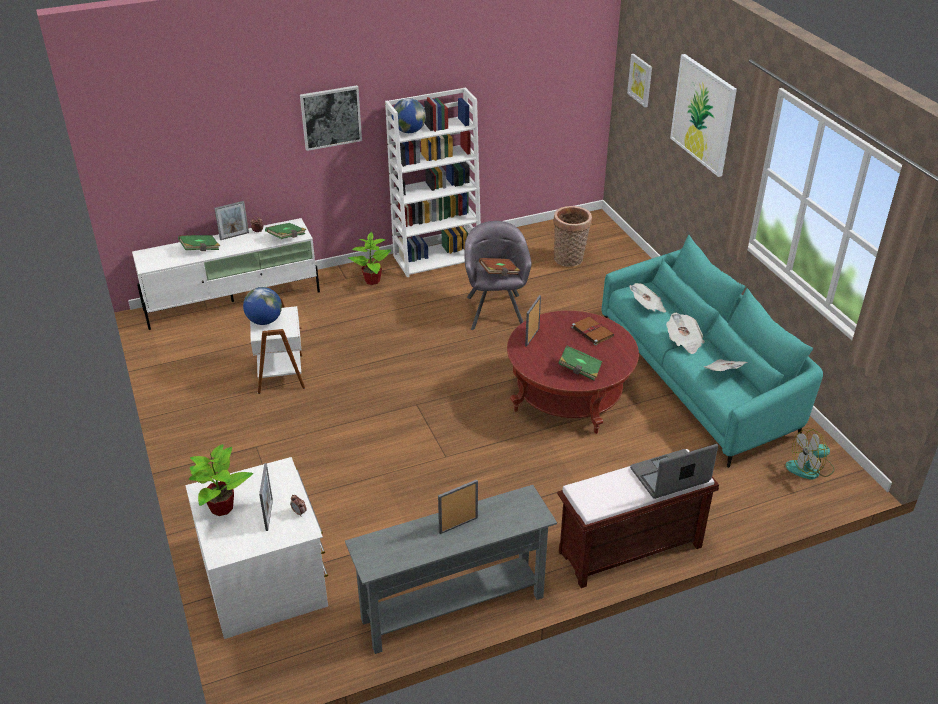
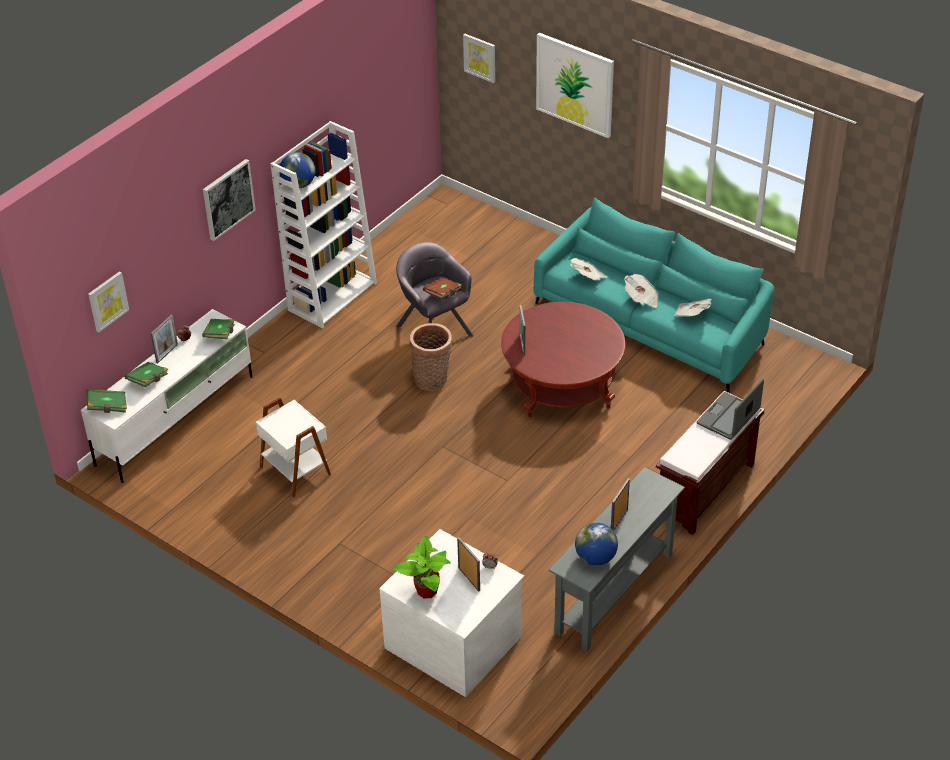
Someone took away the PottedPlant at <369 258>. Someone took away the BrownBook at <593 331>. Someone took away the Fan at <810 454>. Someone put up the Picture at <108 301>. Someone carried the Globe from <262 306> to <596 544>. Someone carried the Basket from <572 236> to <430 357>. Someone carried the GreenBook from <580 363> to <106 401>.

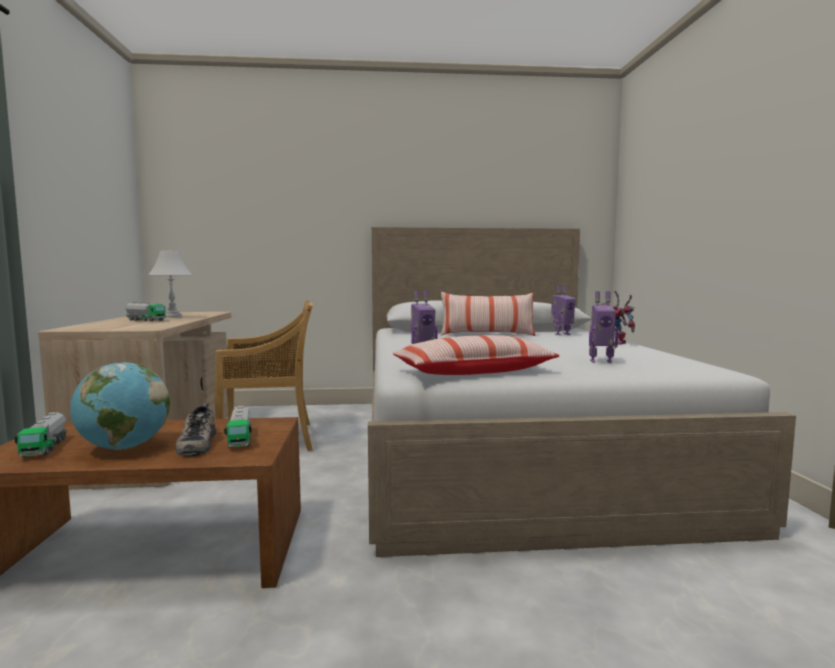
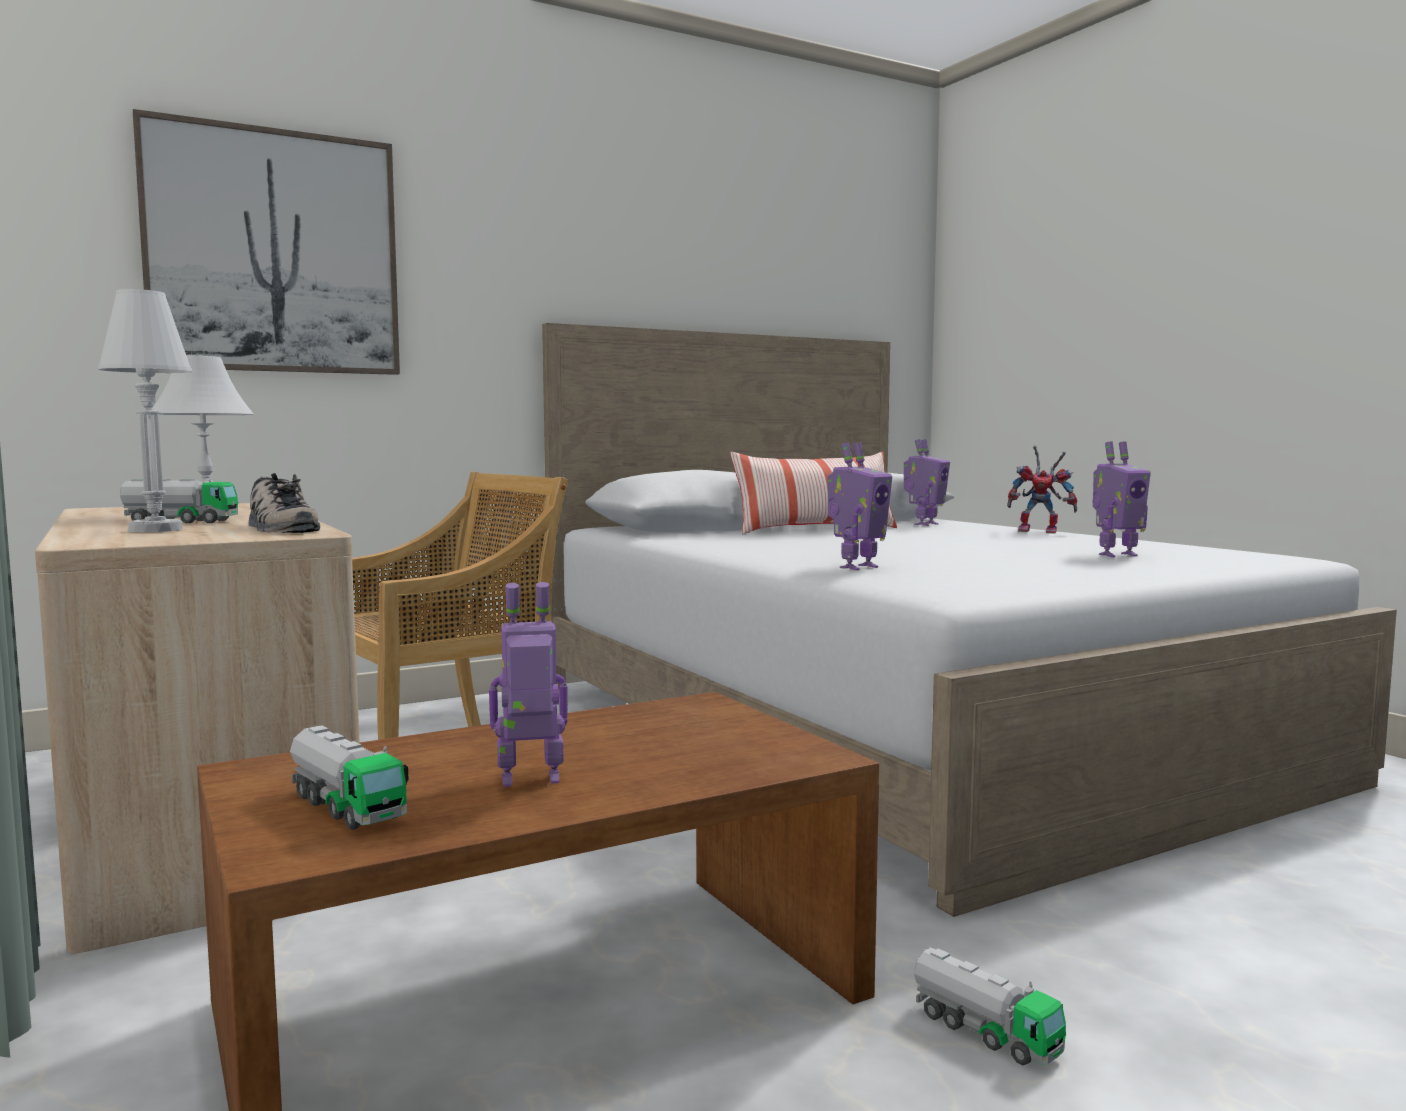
Someone took away the Pillow at <476 355>. Someone put down the WhiteTableLamp at <145 410>. Someone put up the Picture at <266 242>. Someone carried the Shoe from <195 429> to <284 503>. Someone carried the ToyTruck from <238 427> to <990 1006>. Someone swapped the Globe at <120 406> for the ToyRobot at <528 684>.

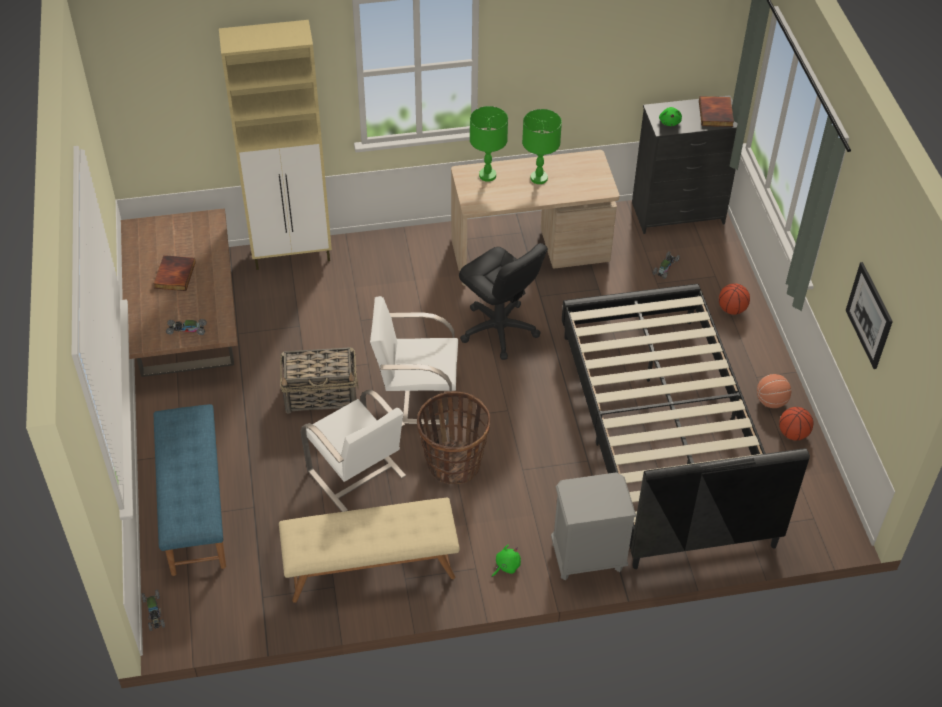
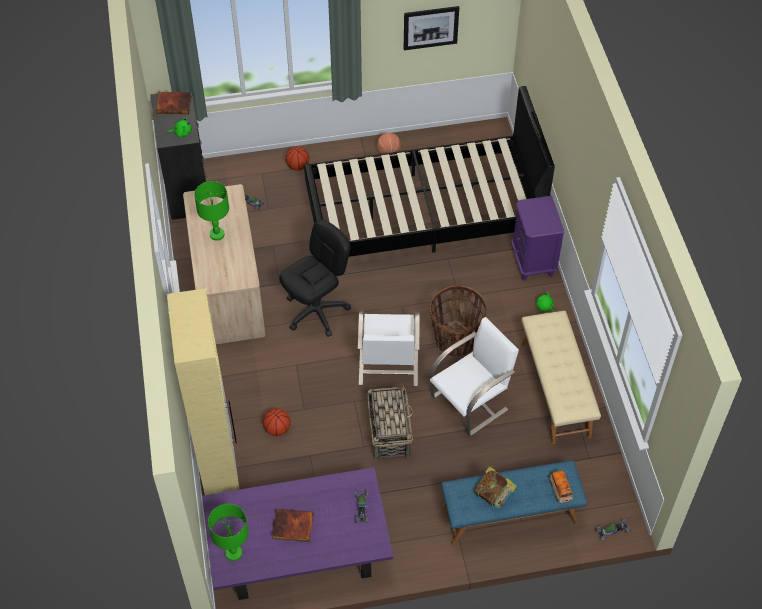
Someone put down the Book at <495 487>. Someone put down the ToyCar at <561 487>. Someone carried the GreenTableLamp from <489 144> to <228 532>. Someone carried the Basketball from <796 424> to <277 422>. Someone repainted the BrownCoffeeTable at <179 292>, which became the PurpleCoffeeTable at <297 533>. Someone repainted the GreyNightstand at <594 526>, which became the PurpleNightstand at <537 238>.

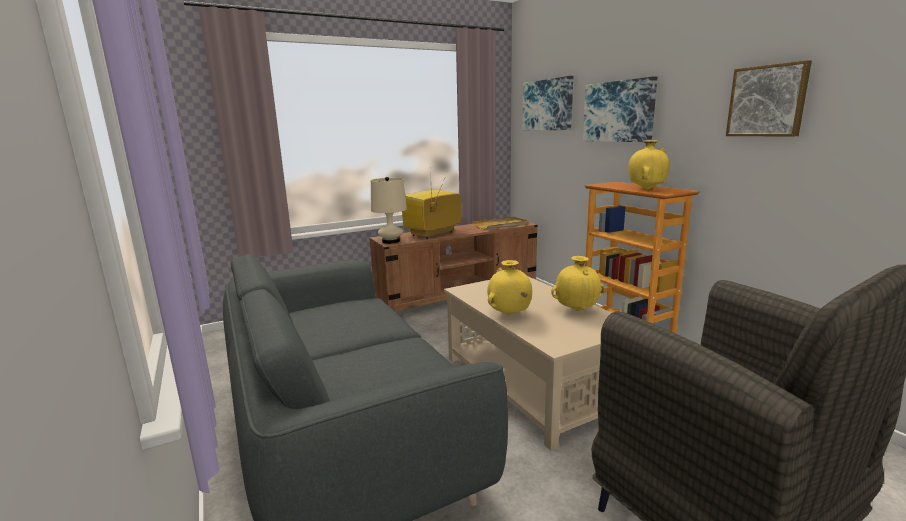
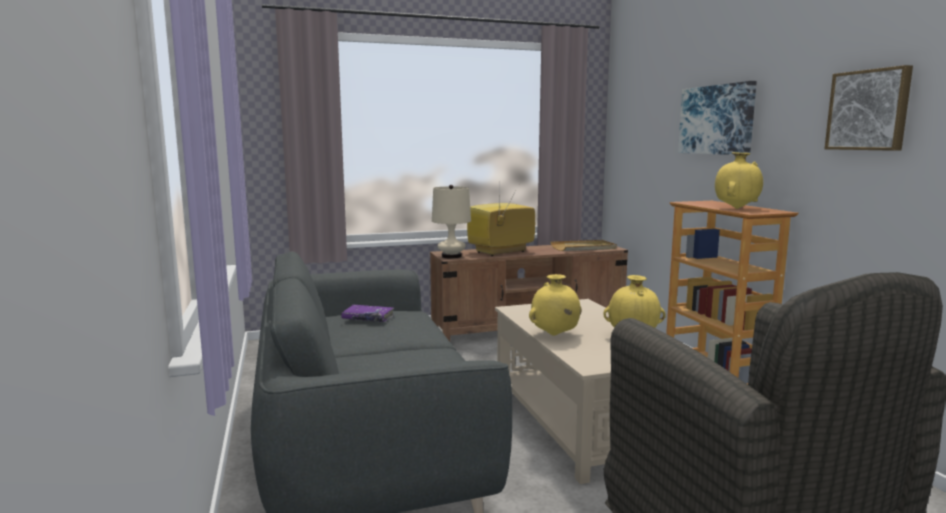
Someone took away the Picture at <547 103>. Someone put down the PurpleBook at <367 313>.

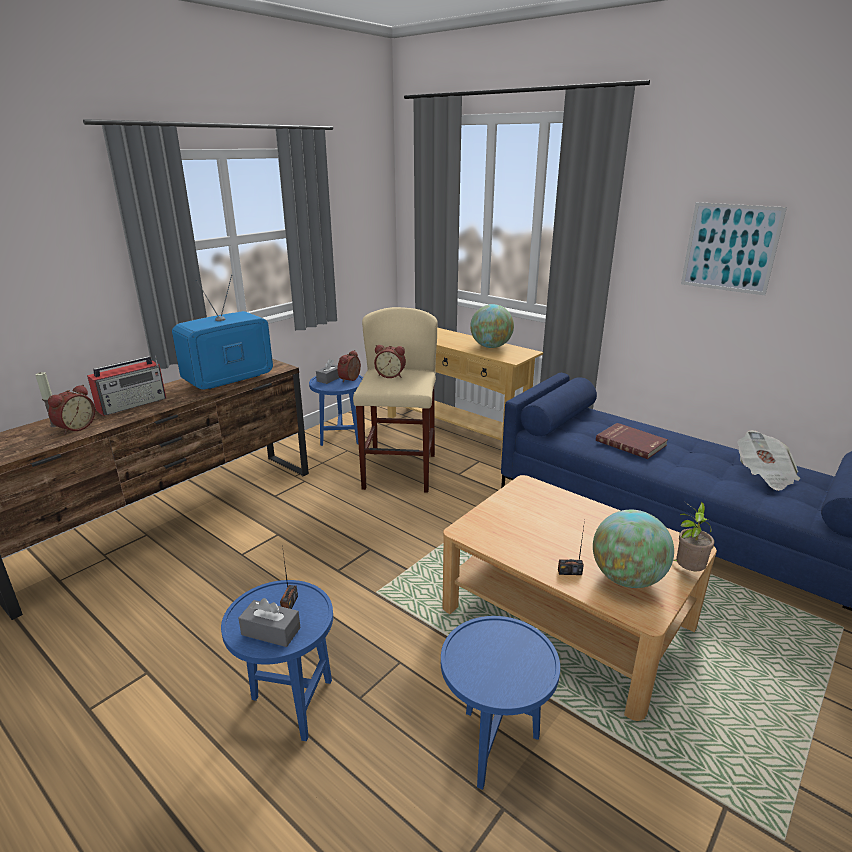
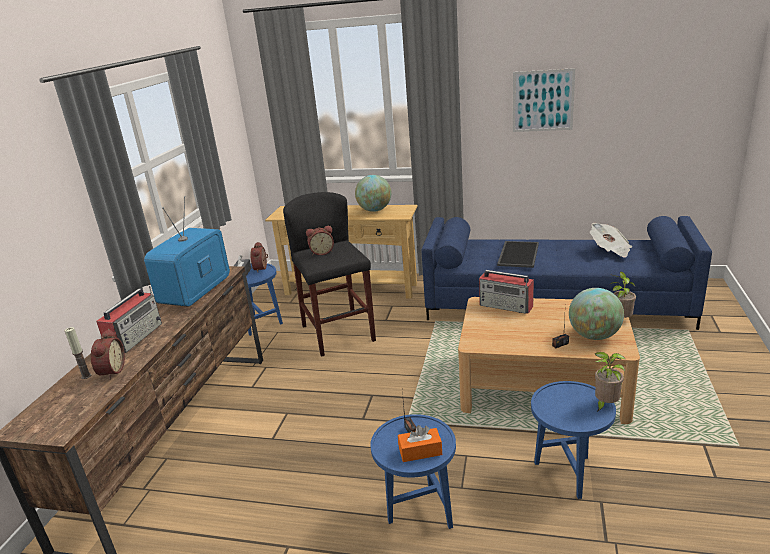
Someone put down the Radio at <506 292>. Someone put down the PottedPlant at <610 382>. Someone swapped the RedBook at <632 441> for the Tray at <518 254>. Someone repainted the GreyTissueBox at <269 622>, which became the OrangeTissueBox at <420 443>. Someone repainted the BeigeStool at <395 400>, which became the BlackStool at <329 274>.

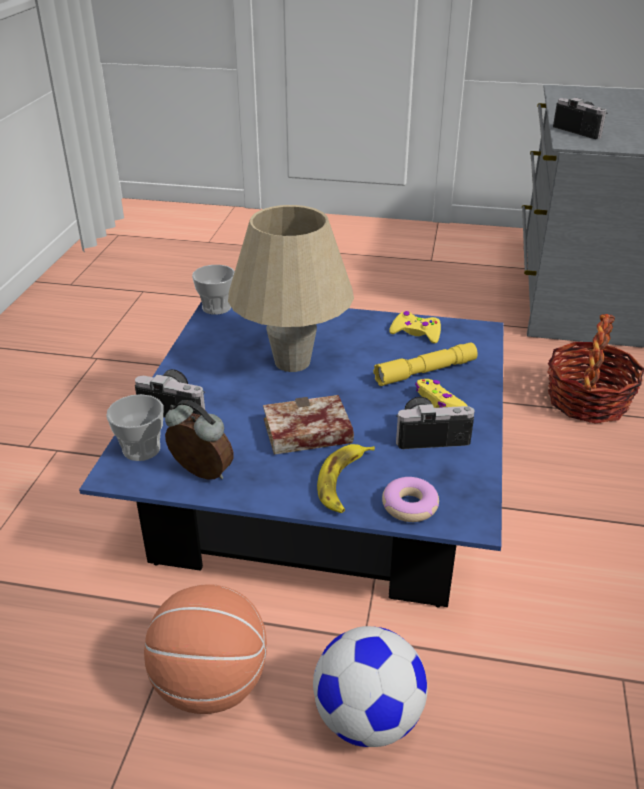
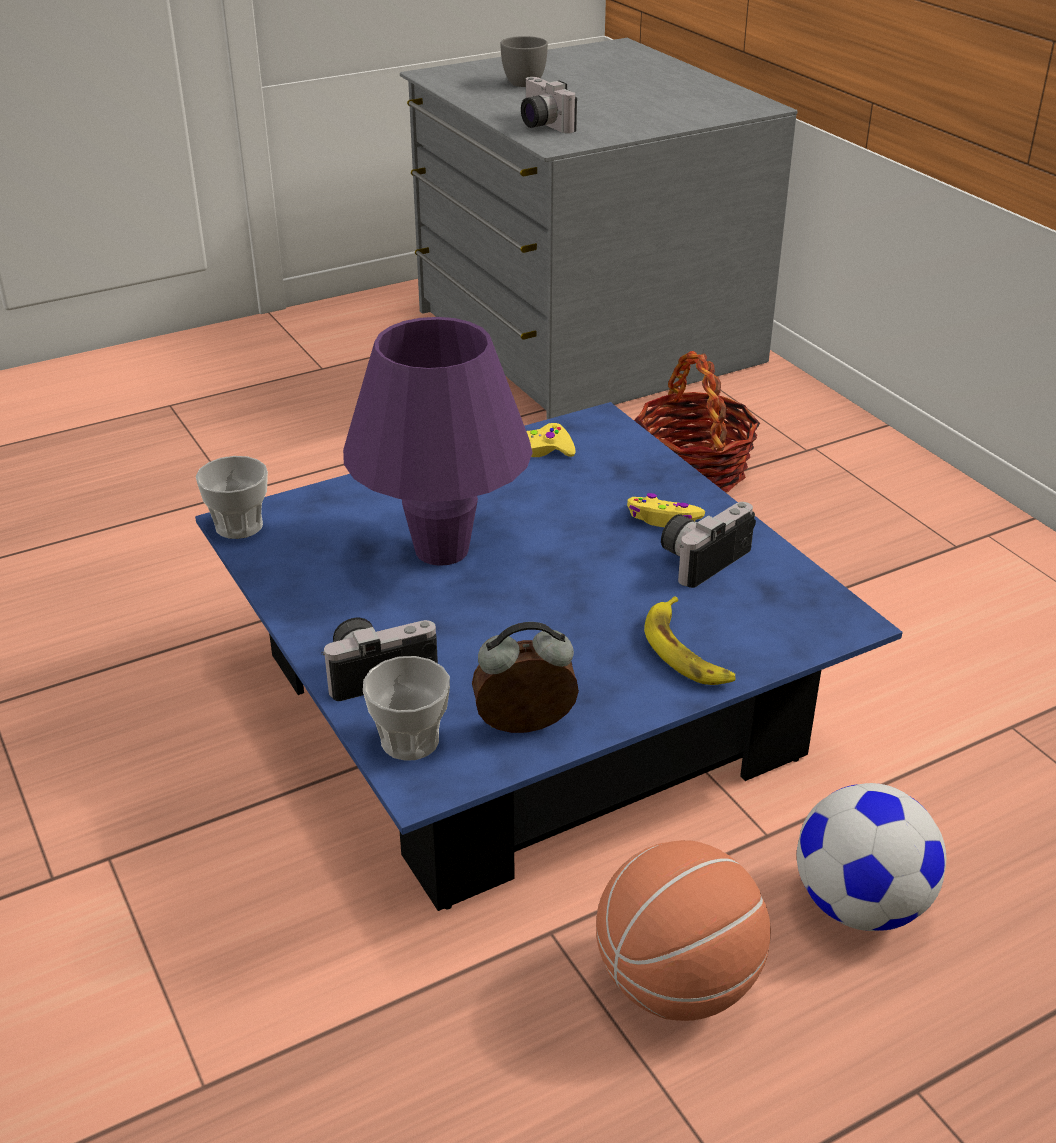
Someone took away the Book at <308 425>. Someone took away the YellowFlashlight at <425 364>. Someone took away the Donut at <410 499>. Someone put down the GreyCup at <524 61>. Someone repainted the BeigeTableLamp at <291 288>, which became the PurpleTableLamp at <438 441>. Someone rotated the PhotoCamera at <580 118> by 135 degrees counterclockwise.

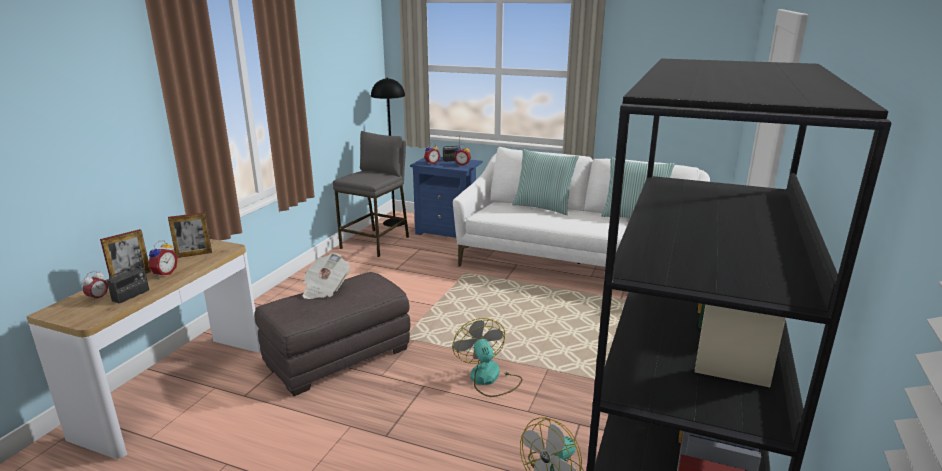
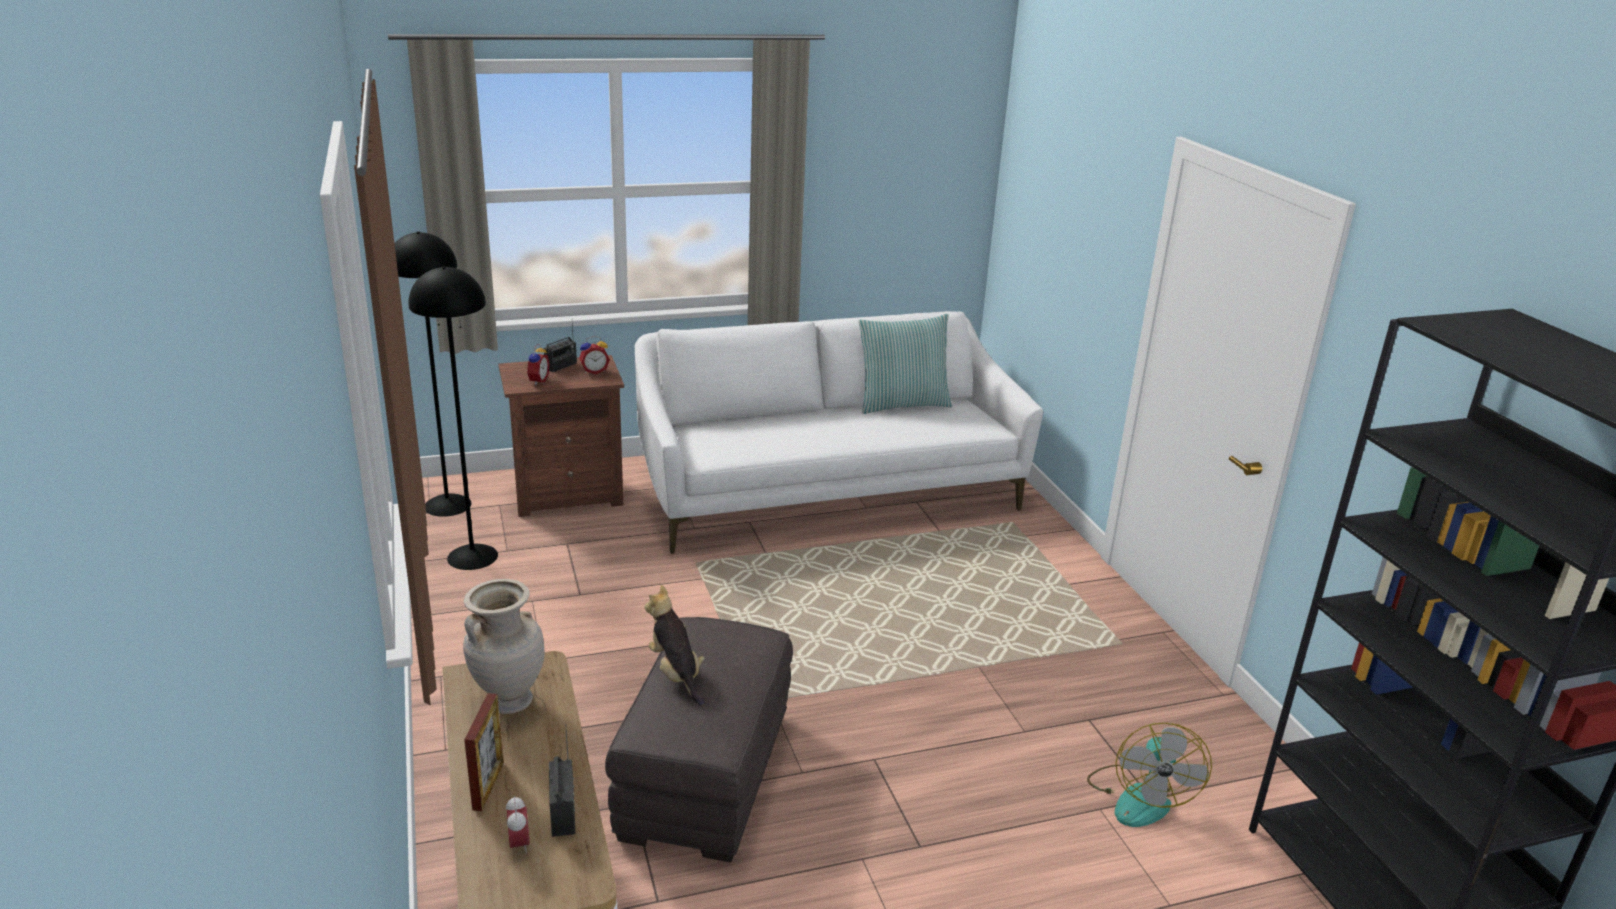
Someone took away the AlarmClock at <163 259>. Someone took away the Fan at <487 357>. Someone took away the Pillow at <545 182>. Someone swapped the PictureFrame at <190 235> for the BeigeVase at <503 646>. Someone swapped the Newspaper at <326 276> for the PlushToy at <674 645>. Someone swapped the GreyStool at <371 194> for the BlackFloorLamp at <453 418>. Someone repainted the BlueNightstand at <446 197>, which became the BrownNightstand at <561 436>.

